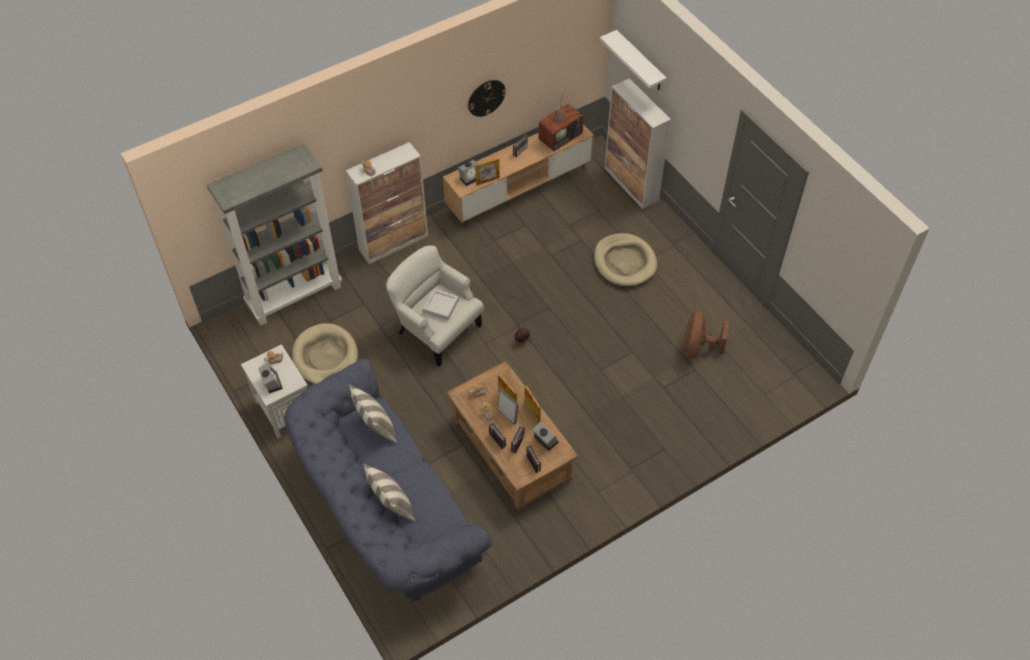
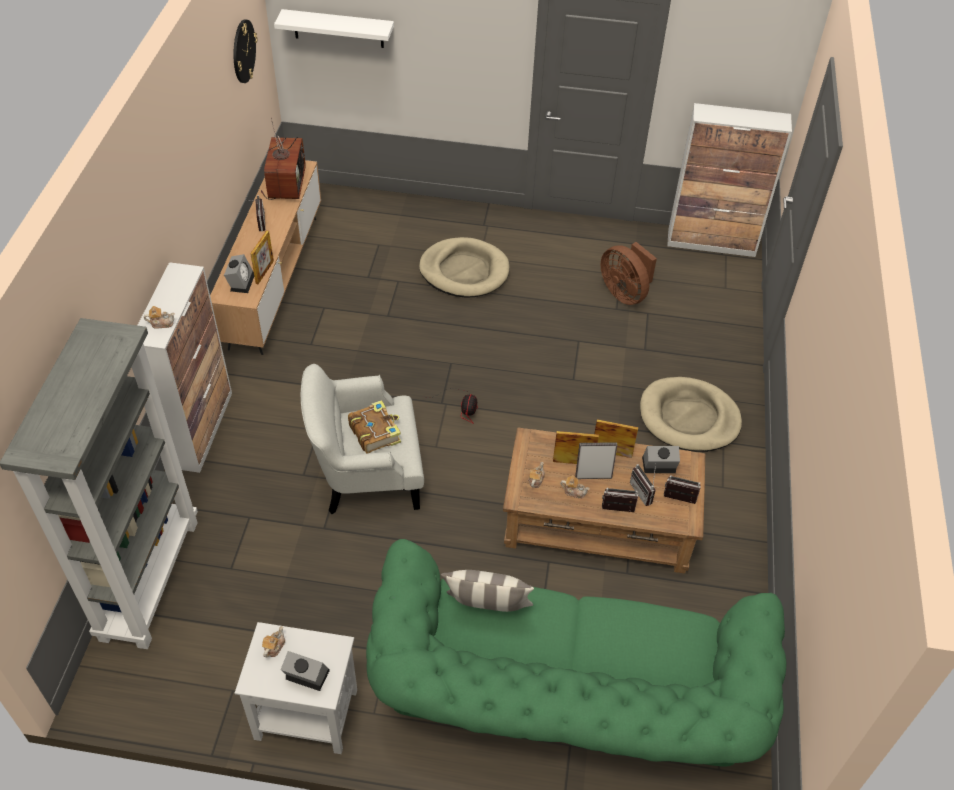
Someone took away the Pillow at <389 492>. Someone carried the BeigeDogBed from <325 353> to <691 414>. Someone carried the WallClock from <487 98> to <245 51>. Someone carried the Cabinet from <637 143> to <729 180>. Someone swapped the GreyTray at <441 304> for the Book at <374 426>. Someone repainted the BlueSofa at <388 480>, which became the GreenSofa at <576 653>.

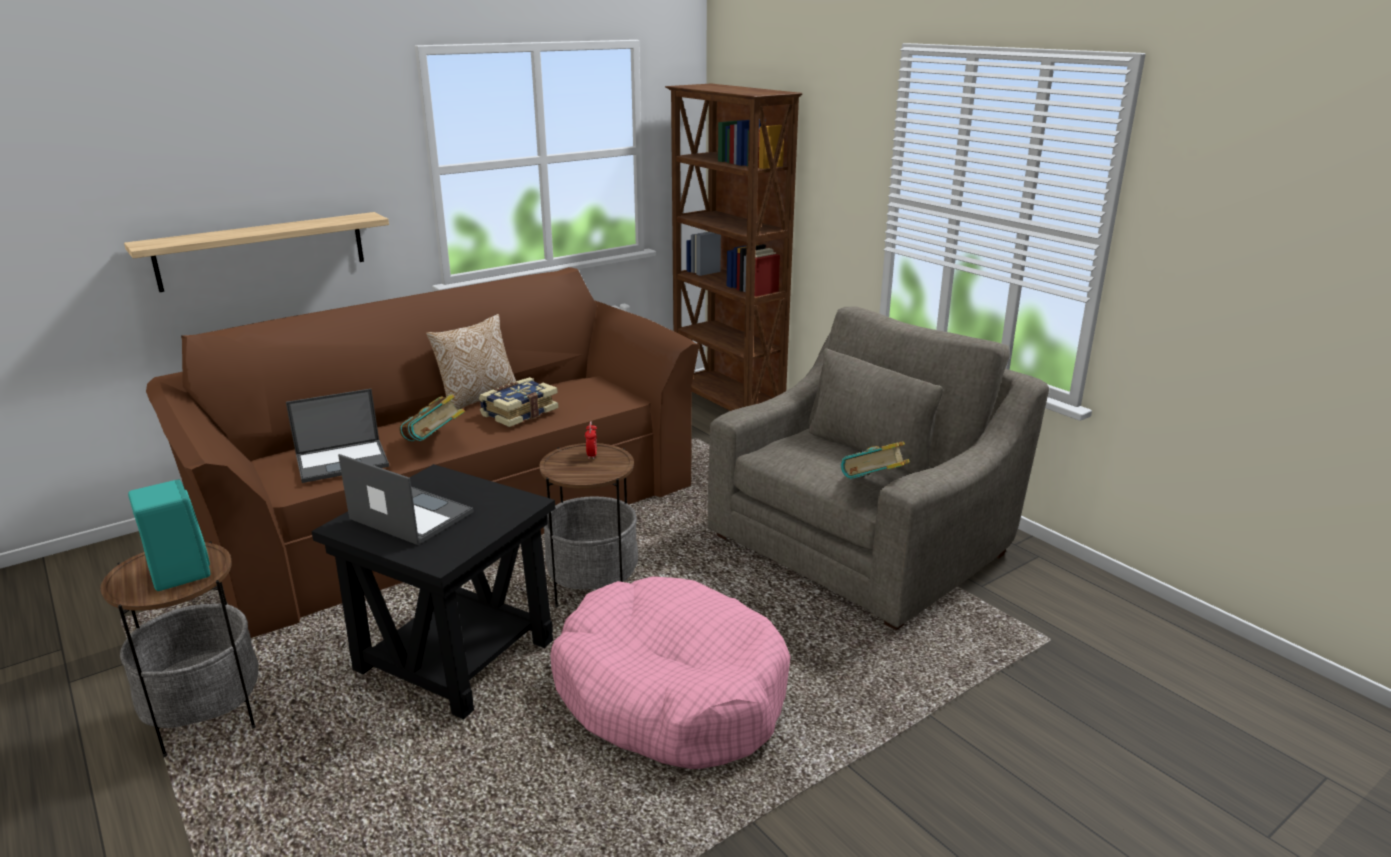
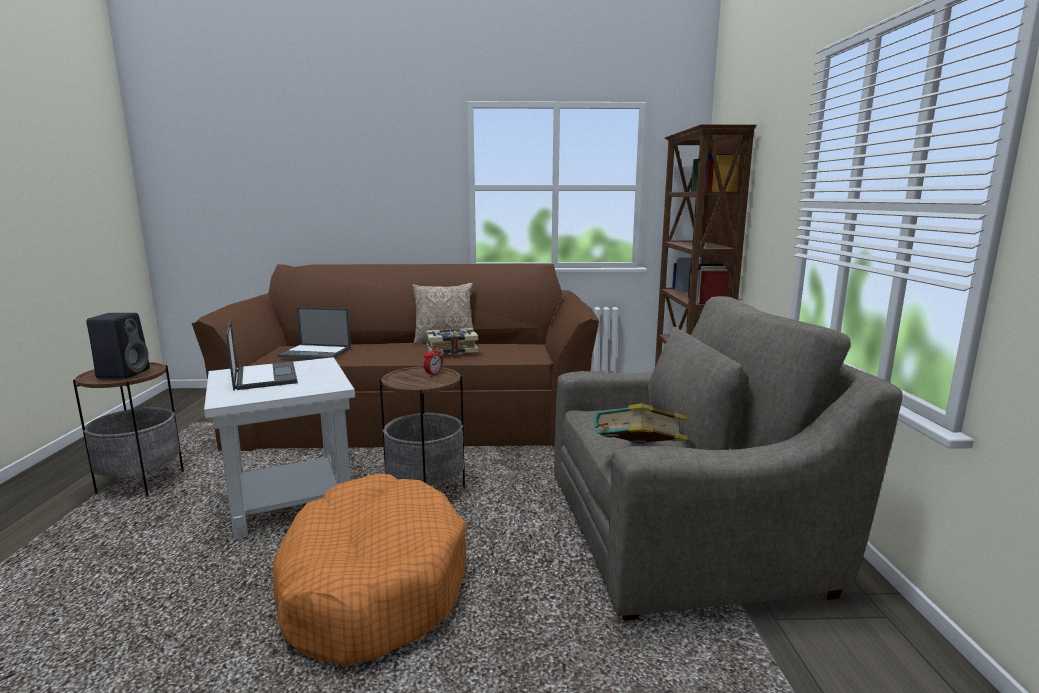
Someone took away the Shelf at <256 252>. Someone took away the Book at <432 418>. Someone repainted the TurquoiseSpeaker at <169 535>, which became the BlackSpeaker at <118 345>. Someone repainted the BlackSideTable at <433 591>, which became the WhiteSideTable at <279 448>. Someone repainted the PinkDogBed at <670 672>, which became the OrangeDogBed at <369 569>.

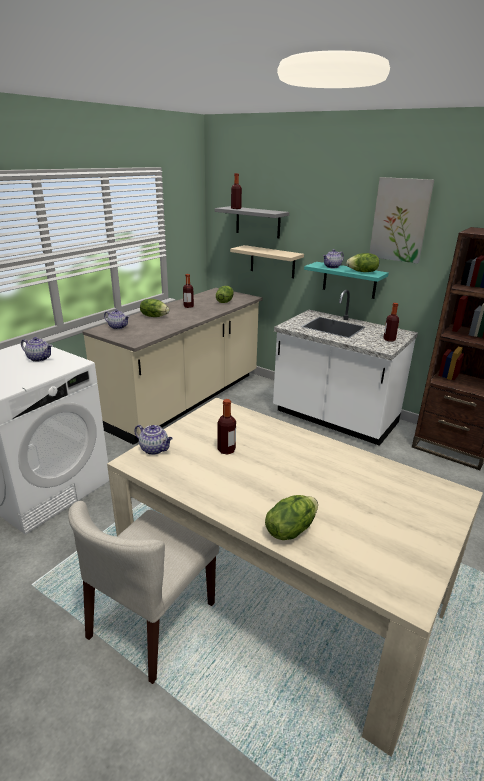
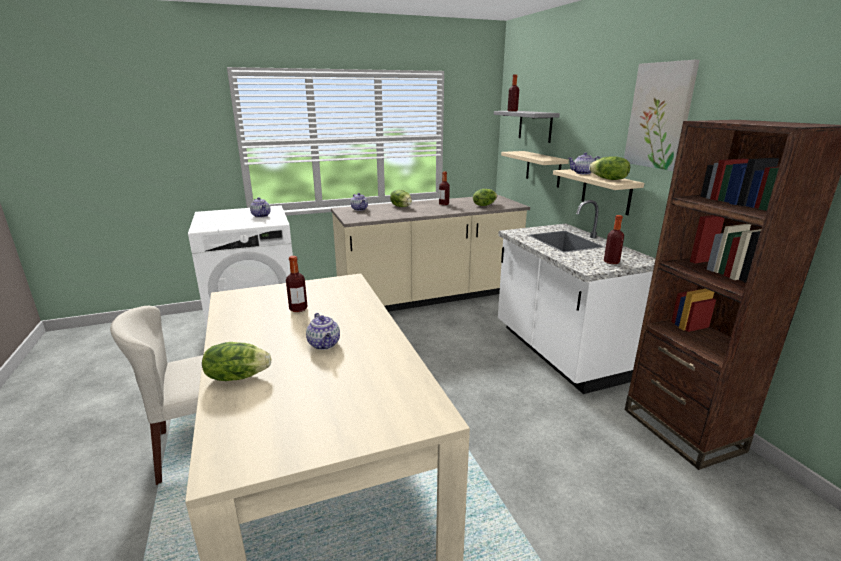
Someone carried the Teapot from <153 440> to <323 331>. Someone repainted the TurquoiseShelf at <346 280>, which became the BeigeShelf at <598 192>.

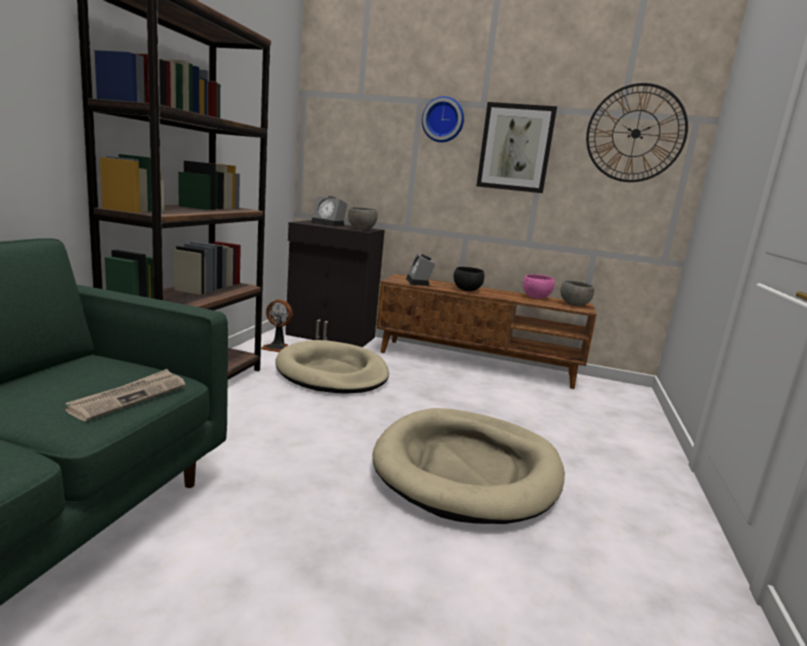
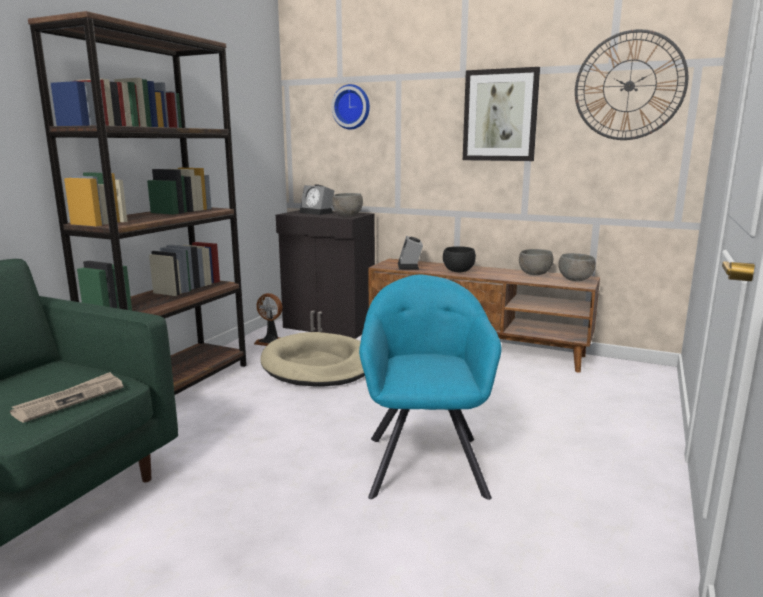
Someone carried the WallClock from <443 119> to <350 106>. Someone swapped the BeigeDogBed at <468 466> for the TurquoiseArmchair at <430 387>. Someone repainted the PinkBowl at <539 286>, which became the GreyBowl at <536 262>.

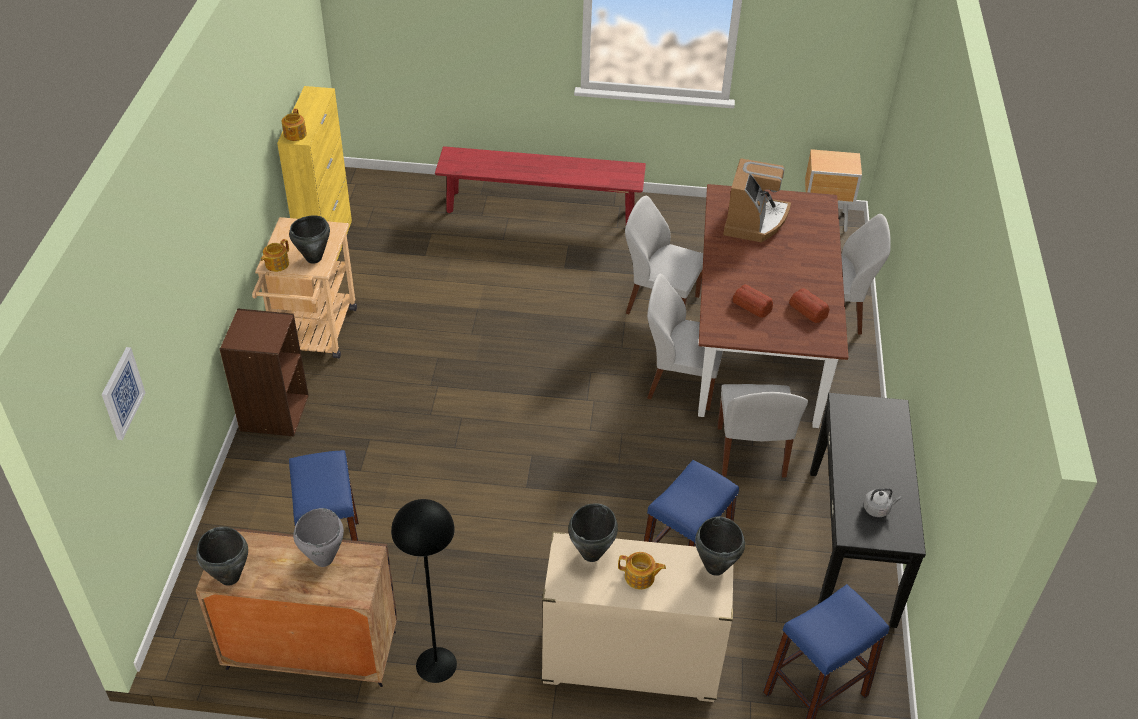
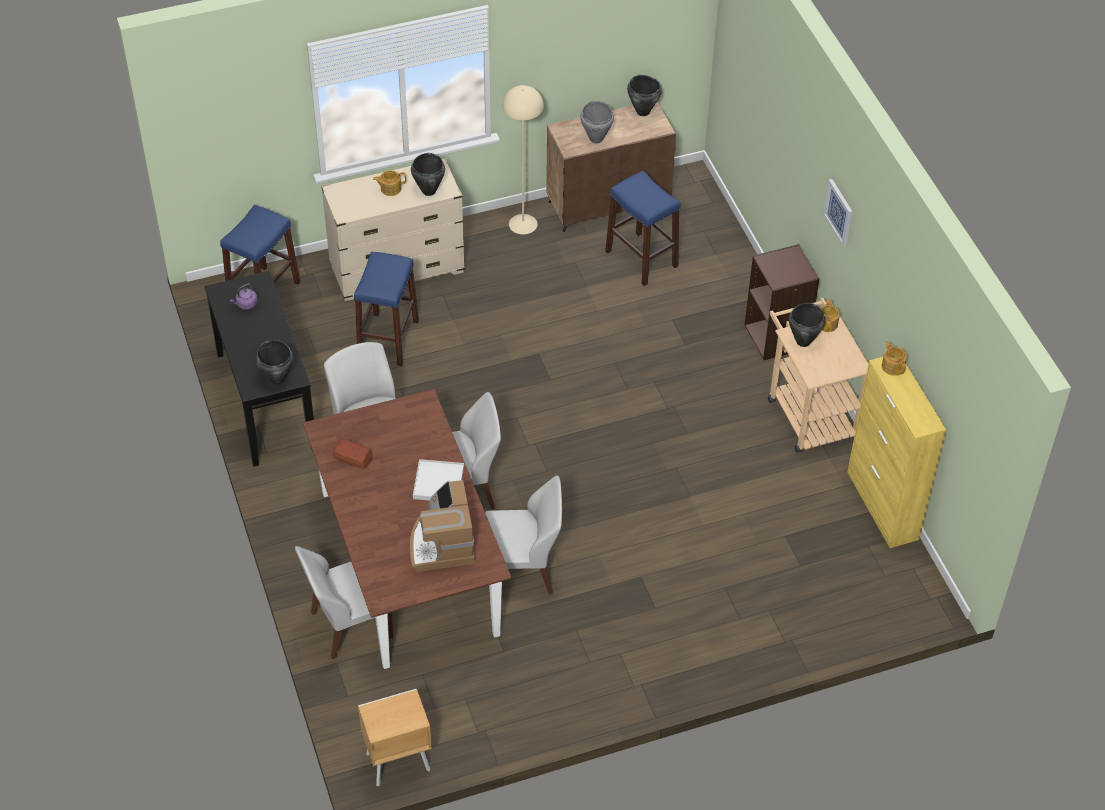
Someone took away the RedBench at <540 185>. Someone took away the Bread at <753 301>. Someone put down the WhiteTray at <438 479>. Someone carried the Picture from <123 393> to <837 212>. Someone carried the BlackCookingPot from <720 546> to <274 362>. Someone repainted the BlackFloorLamp at <424 591>, which became the BeigeFloorLamp at <523 159>. Someone repainted the GreyKettle at <882 502>, which became the PurpleKettle at <244 297>.

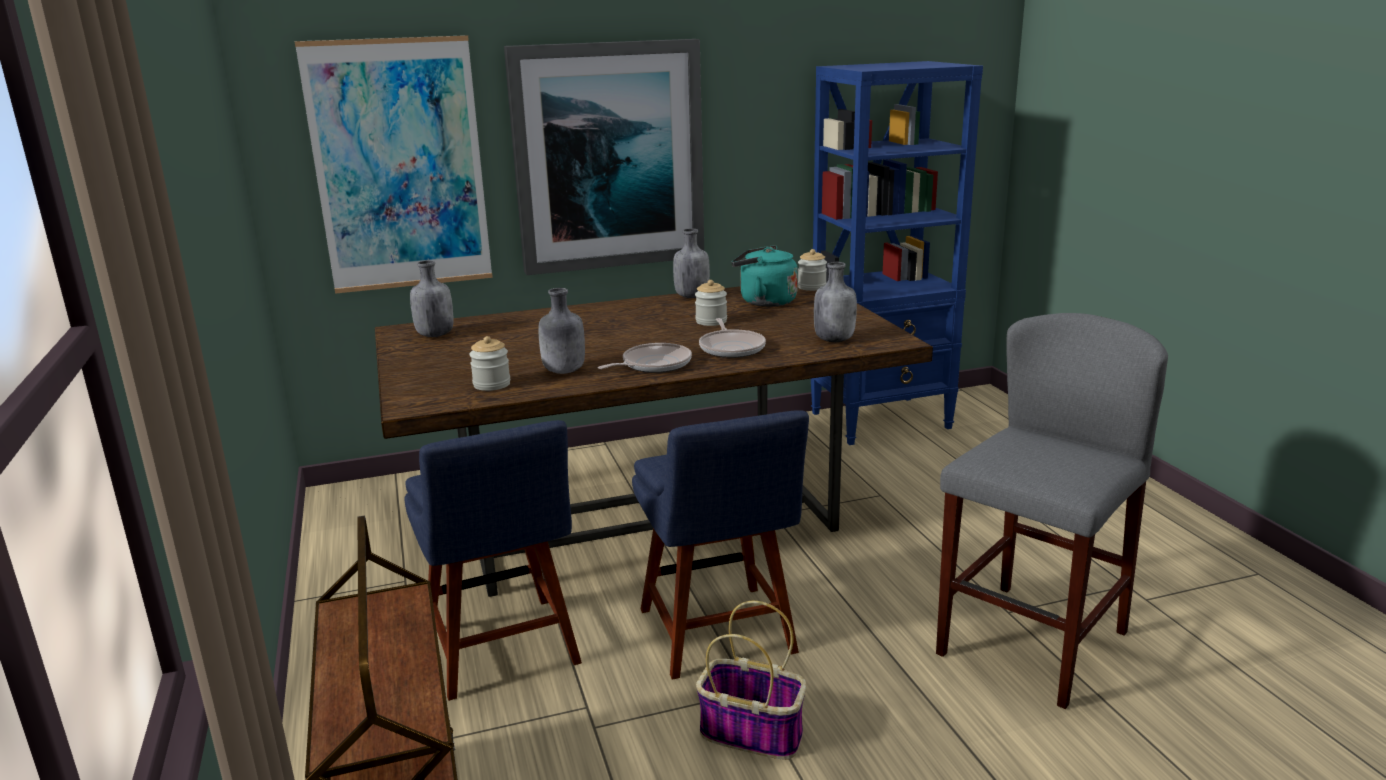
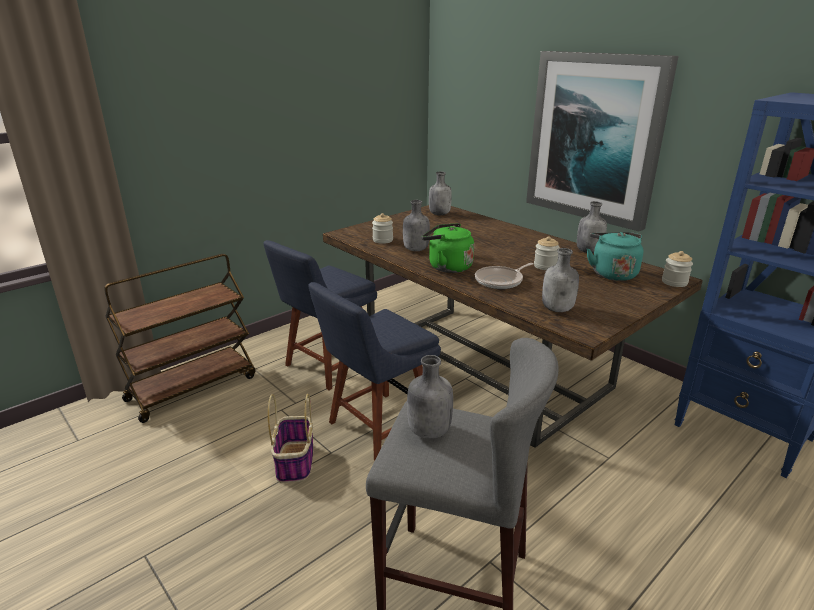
Someone took away the Picture at <394 164>. Someone put down the GreyBottle at <430 397>. Someone swapped the FryingPan at <645 358> for the GreenKettle at <448 248>.

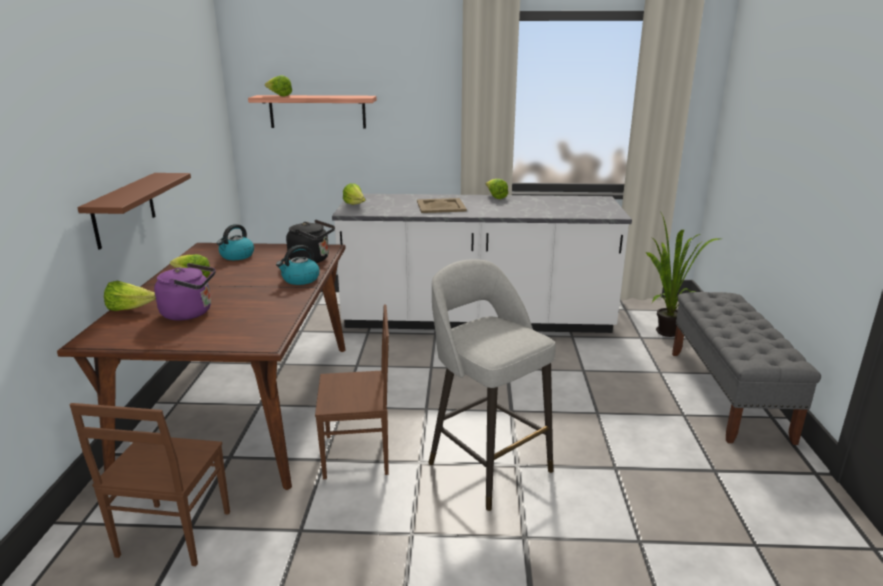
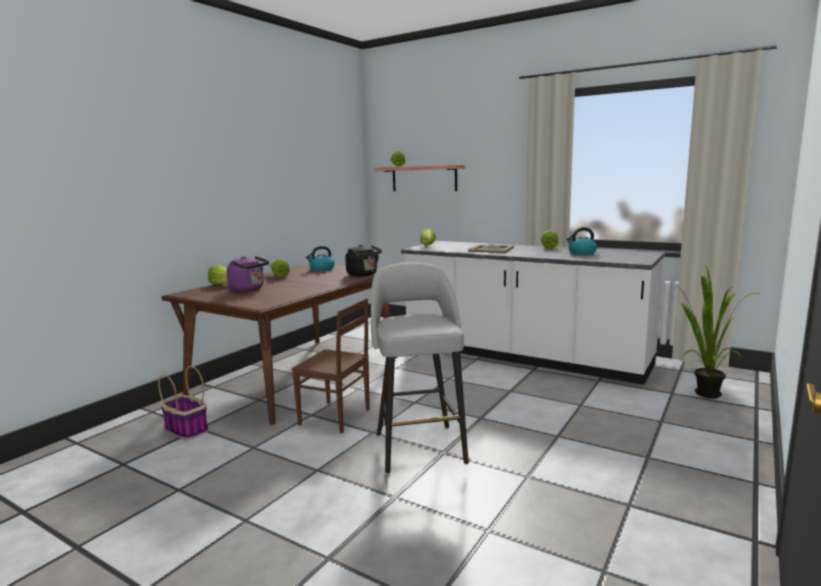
Someone took away the BrownShelf at <134 211>. Someone took away the GreyBench at <746 368>. Someone carried the Kettle from <298 265> to <581 241>. Someone swapped the BrownChair at <150 484> for the Basket at <183 403>.

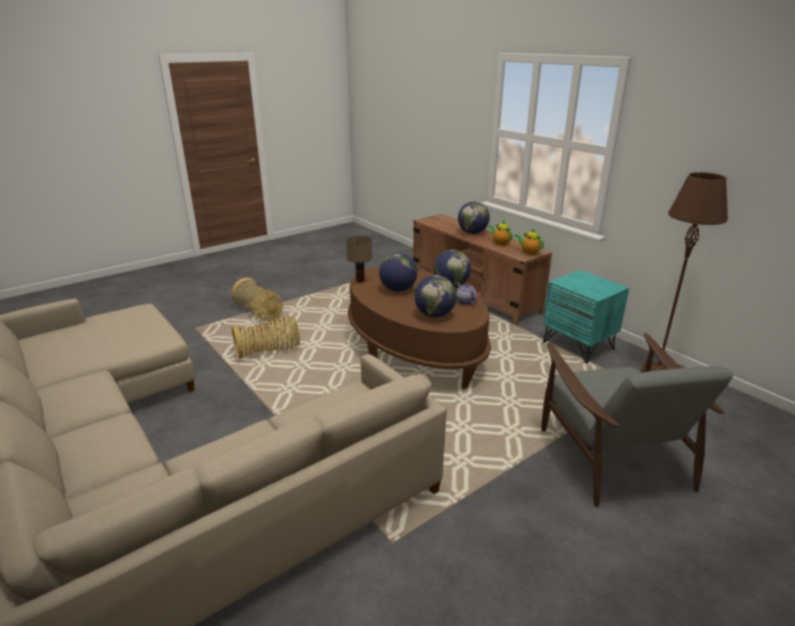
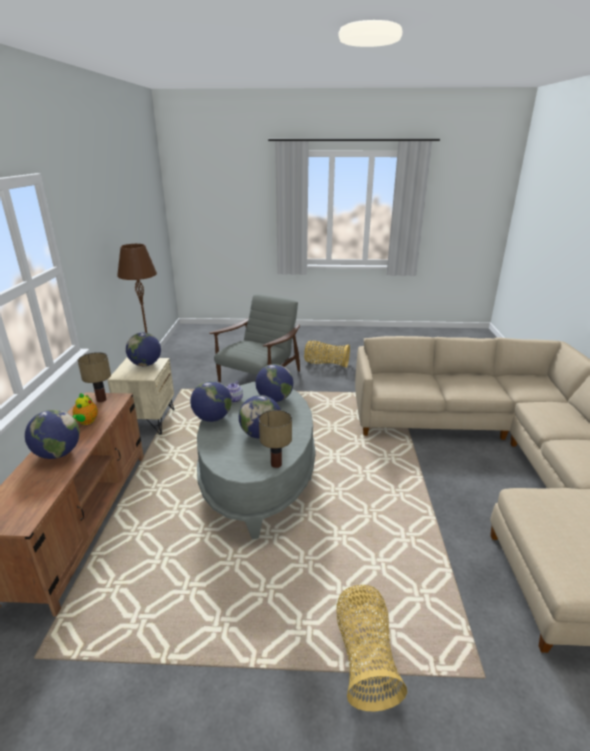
Someone put down the Globe at <143 349>. Someone carried the Basket from <266 338> to <327 354>. Someone swapped the Teapot at <529 241> for the TableLamp at <94 377>. Someone repainted the BrownCoffeeTable at <419 328>, which became the GreyCoffeeTable at <256 460>. Someone repainted the TurquoiseNightstand at <586 317>, which became the BeigeNightstand at <141 396>.

